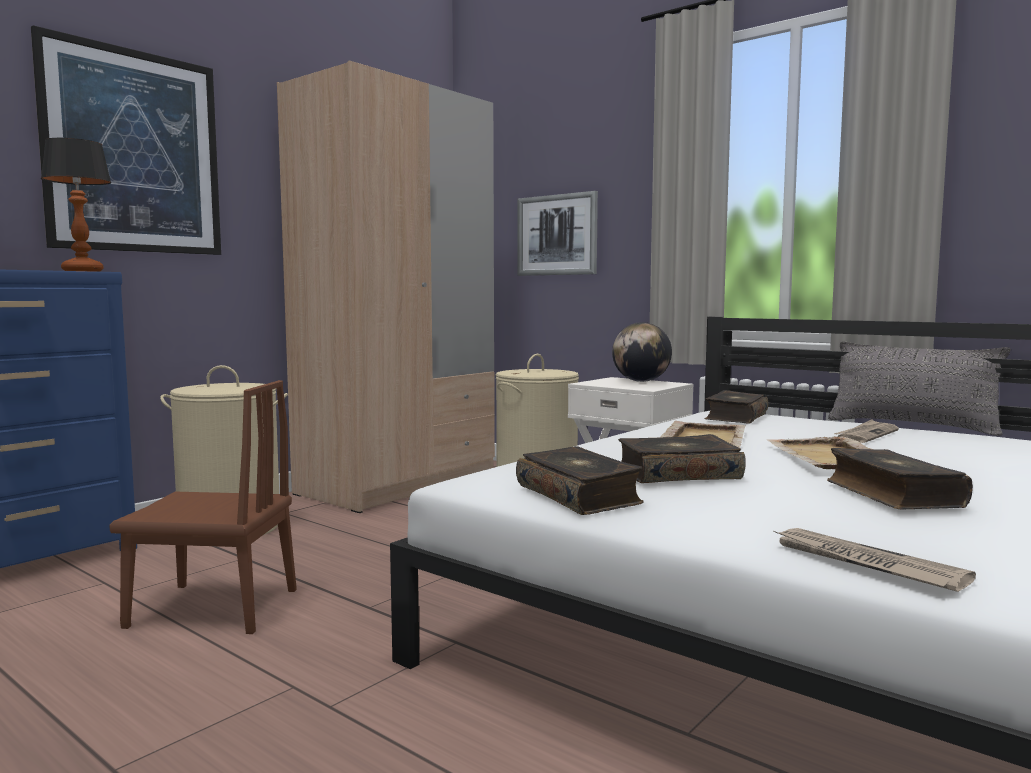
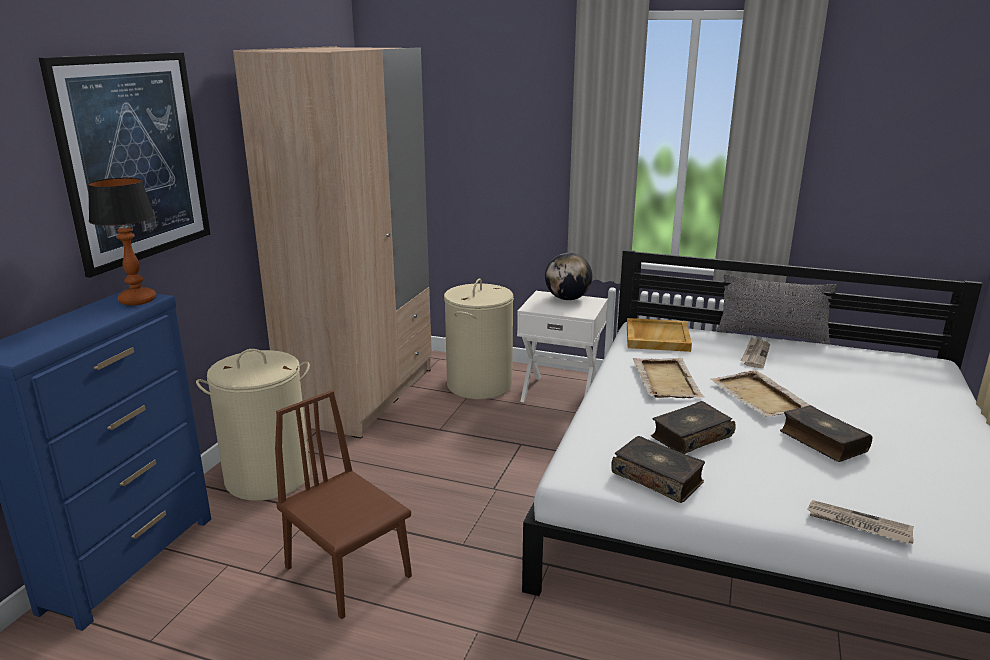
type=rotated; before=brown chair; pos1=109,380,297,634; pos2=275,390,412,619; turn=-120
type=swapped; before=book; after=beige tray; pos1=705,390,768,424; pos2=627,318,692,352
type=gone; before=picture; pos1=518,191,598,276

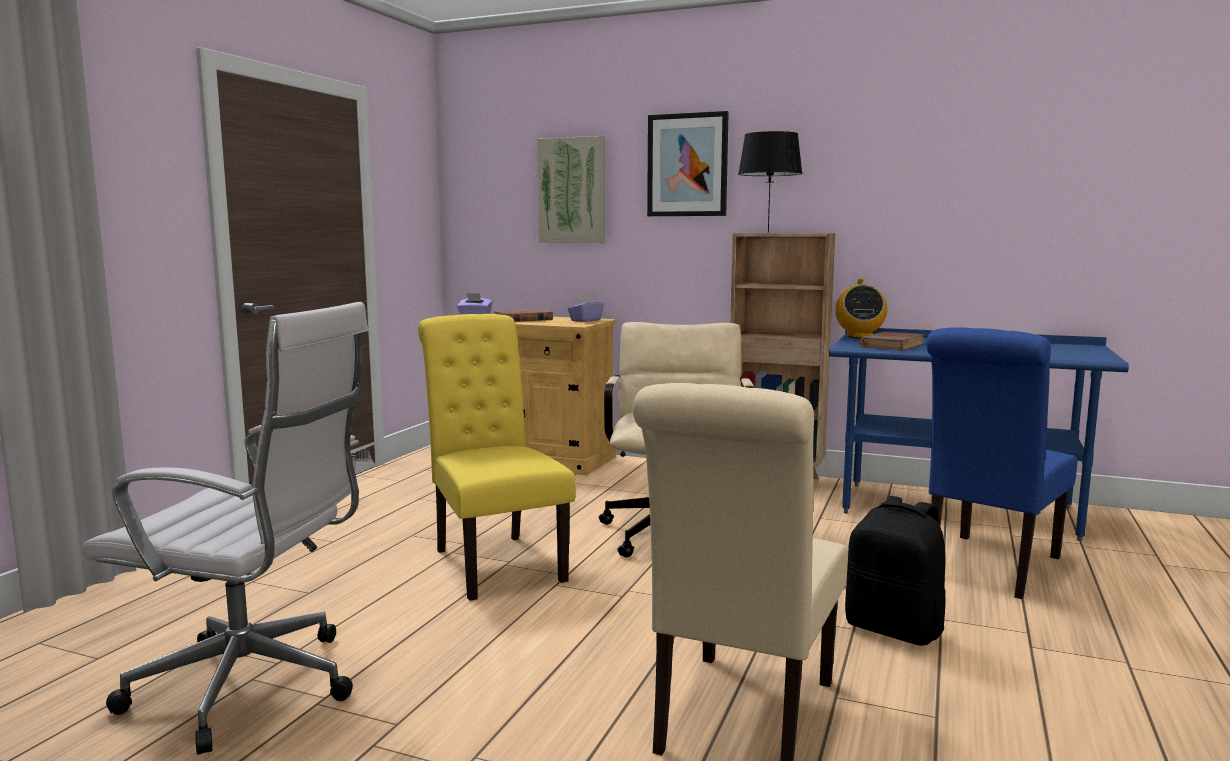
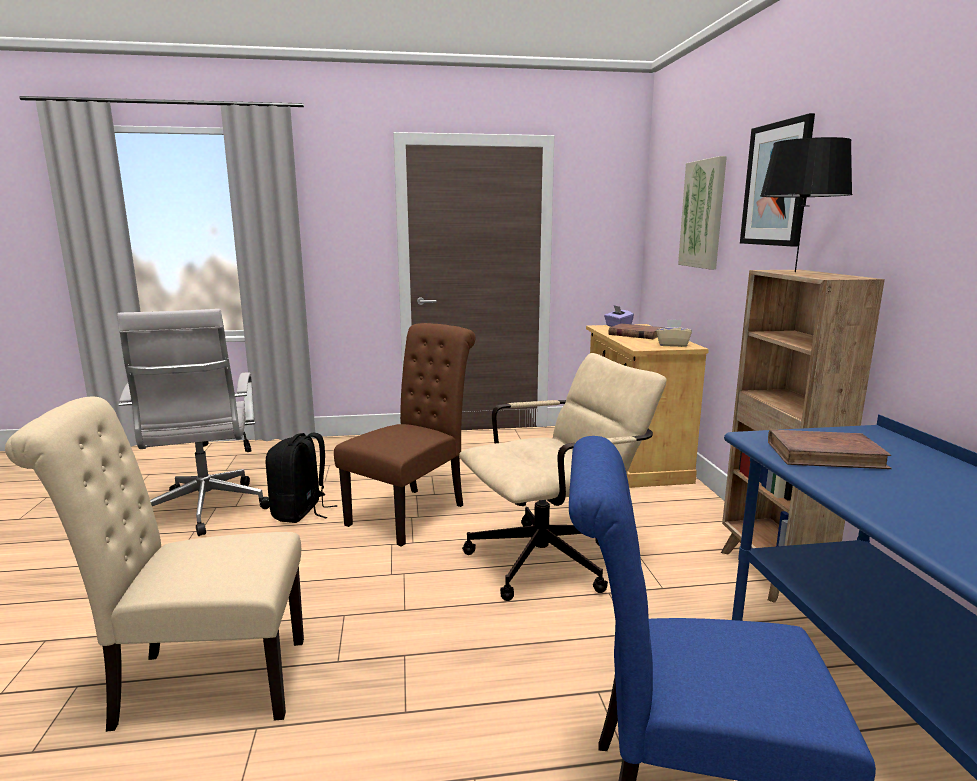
type=shifted; before=black backpack; pos1=845,496,946,646; pos2=266,433,338,523
type=repainted; before=yellow chair; after=brown chair; pos1=418,314,575,601; pos2=334,323,476,547
type=repainted; before=purple tissue box; after=beige tissue box; pos1=568,294,604,322; pos2=656,319,692,347
type=gone; before=radio; pos1=835,278,888,338

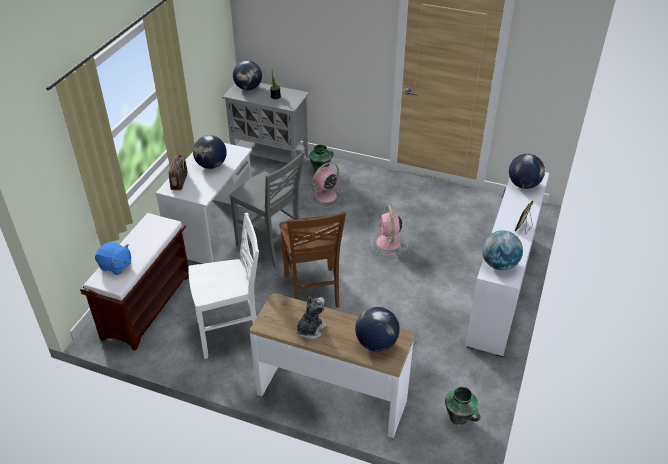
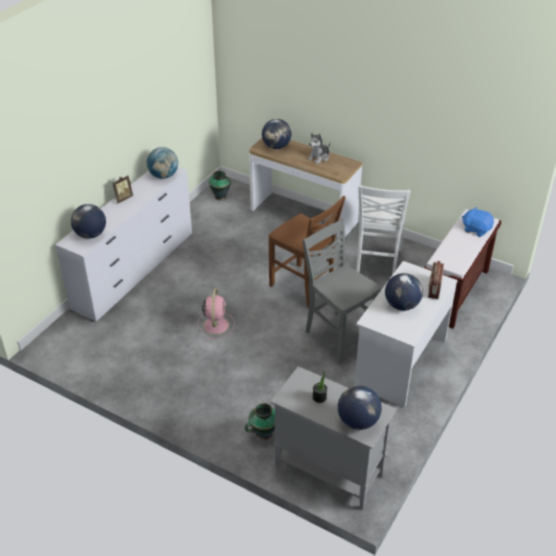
type=rotated; before=brown chair; pos1=279,211,346,308; pos2=268,195,346,308; turn=135
type=rotated; before=white chair; pos1=188,213,259,359; pos2=356,185,411,275; turn=-75
type=gone; before=pink fan; pos1=308,162,343,208

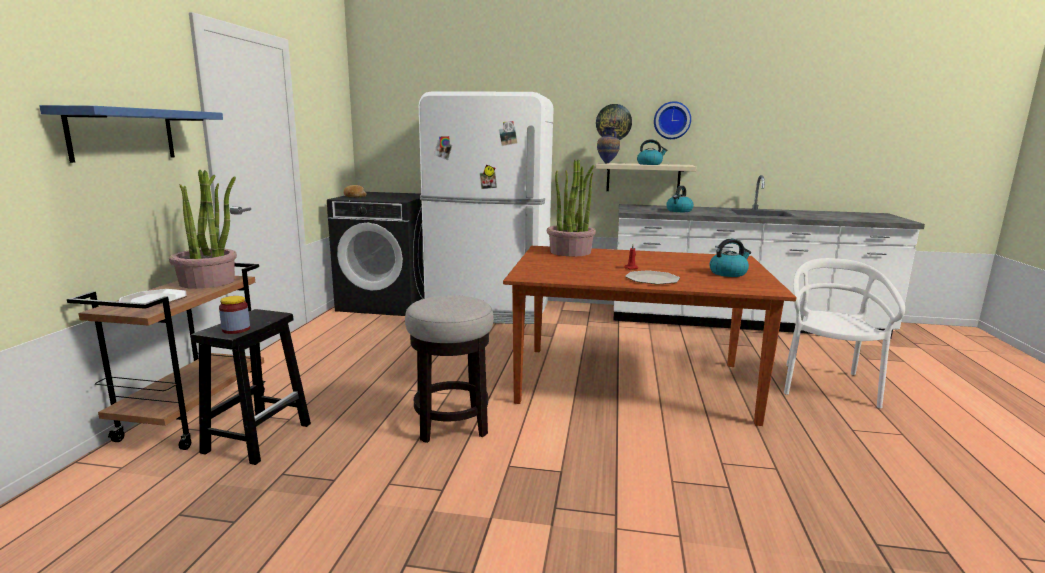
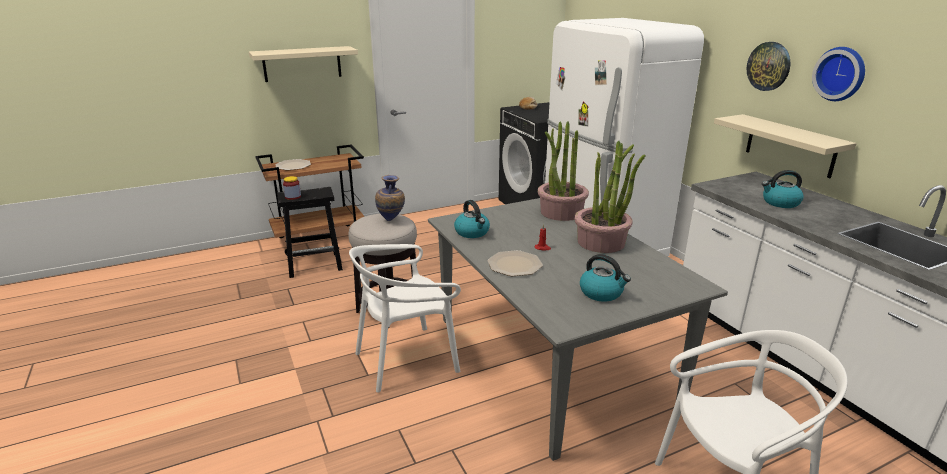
type=repainted; before=blue shelf; after=beige shelf; pos1=39,105,223,163; pos2=249,46,358,82
type=new; after=white chair; pos2=349,244,461,392
type=shifted; before=vase; pos1=597,126,620,163; pos2=375,175,405,221
type=repainted; before=brown dining table; after=grey dining table; pos1=503,246,797,426; pos2=428,198,728,461
type=shifted; before=kettle; pos1=637,139,667,165; pos2=454,200,490,238
type=shifted; before=potted plant; pos1=169,170,237,289; pos2=574,140,645,253

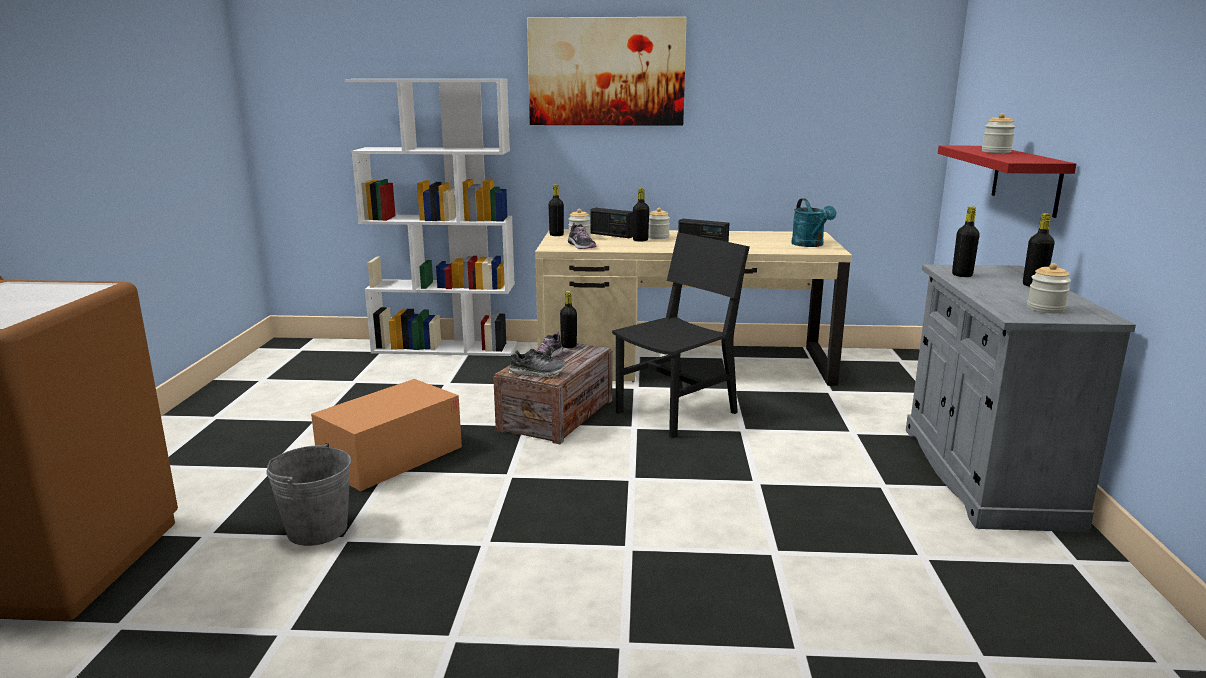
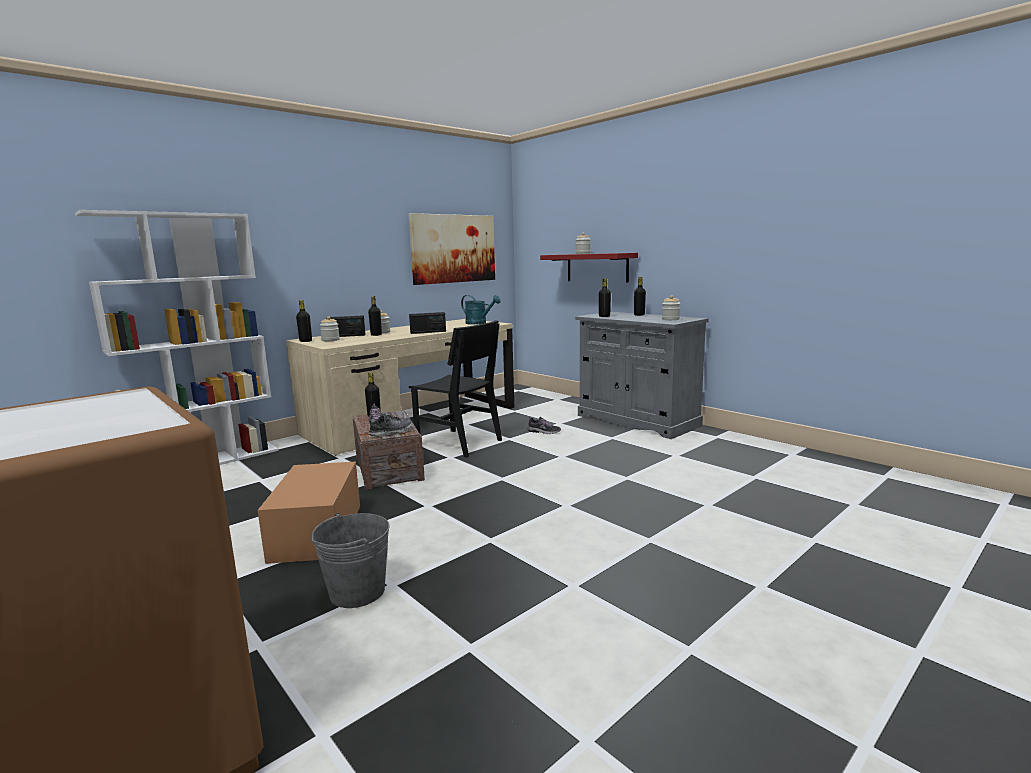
type=shifted; before=picture; pos1=527,17,687,126; pos2=408,213,495,285
type=rotated; before=black chair; pos1=612,233,750,438; pos2=409,320,502,458; turn=120
type=shifted; before=shoe; pos1=568,222,596,249; pos2=527,417,561,434

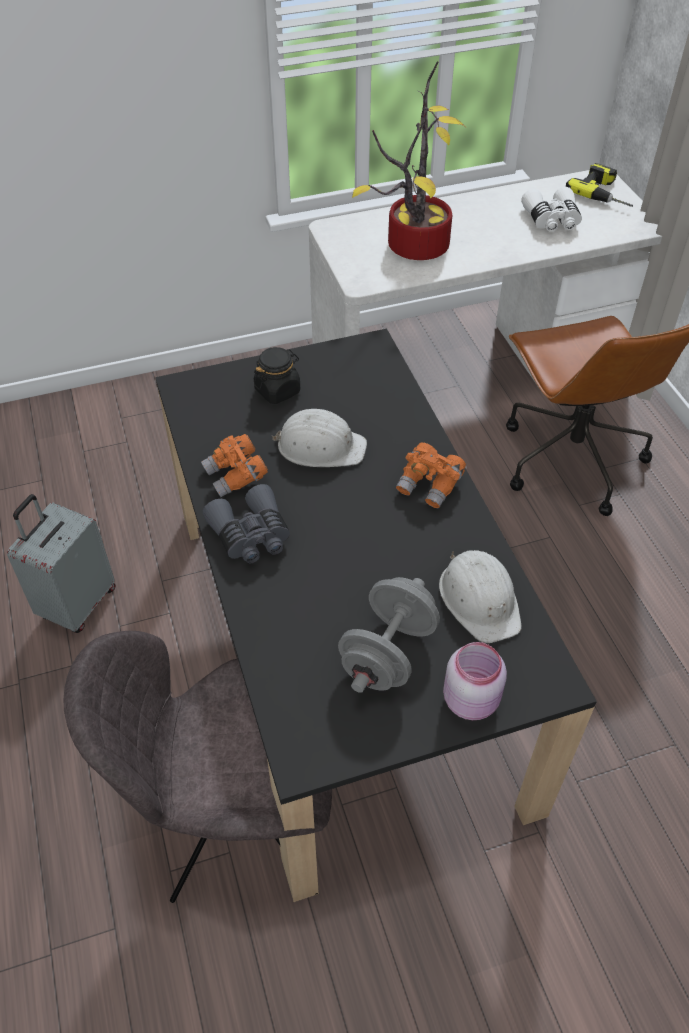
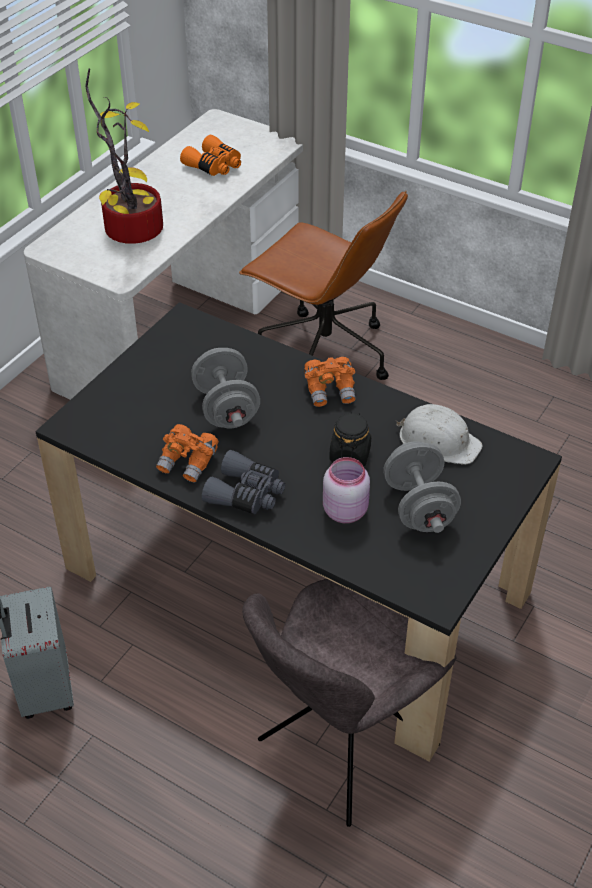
type=repainted; before=white binoculars; after=orange binoculars; pos1=521,187,582,232; pos2=180,135,241,176
type=swapped; before=white hard hat; after=grey dumbbell; pos1=272,409,367,467; pos2=191,348,260,428
type=shifted; before=pink jar; pos1=443,642,507,720; pos2=323,457,370,523
type=shifted; before=black jar; pos1=254,347,300,404; pos2=329,412,371,467
type=gone; before=power drill; pos1=566,163,633,207

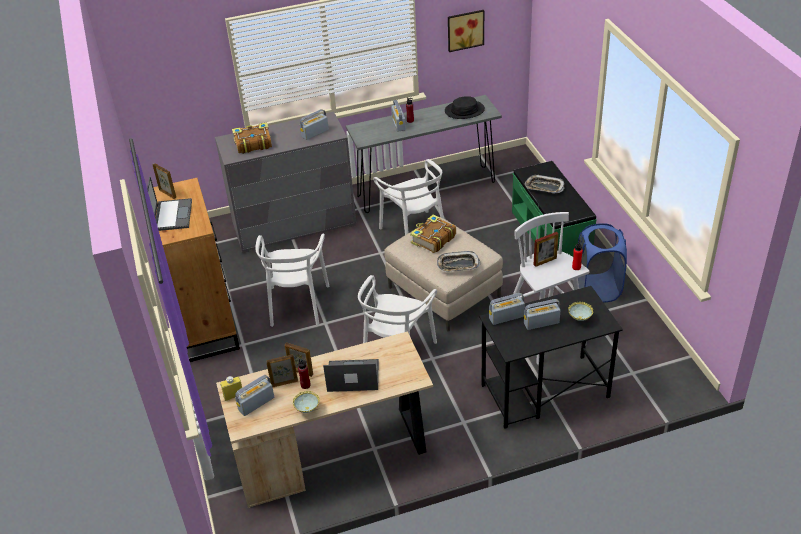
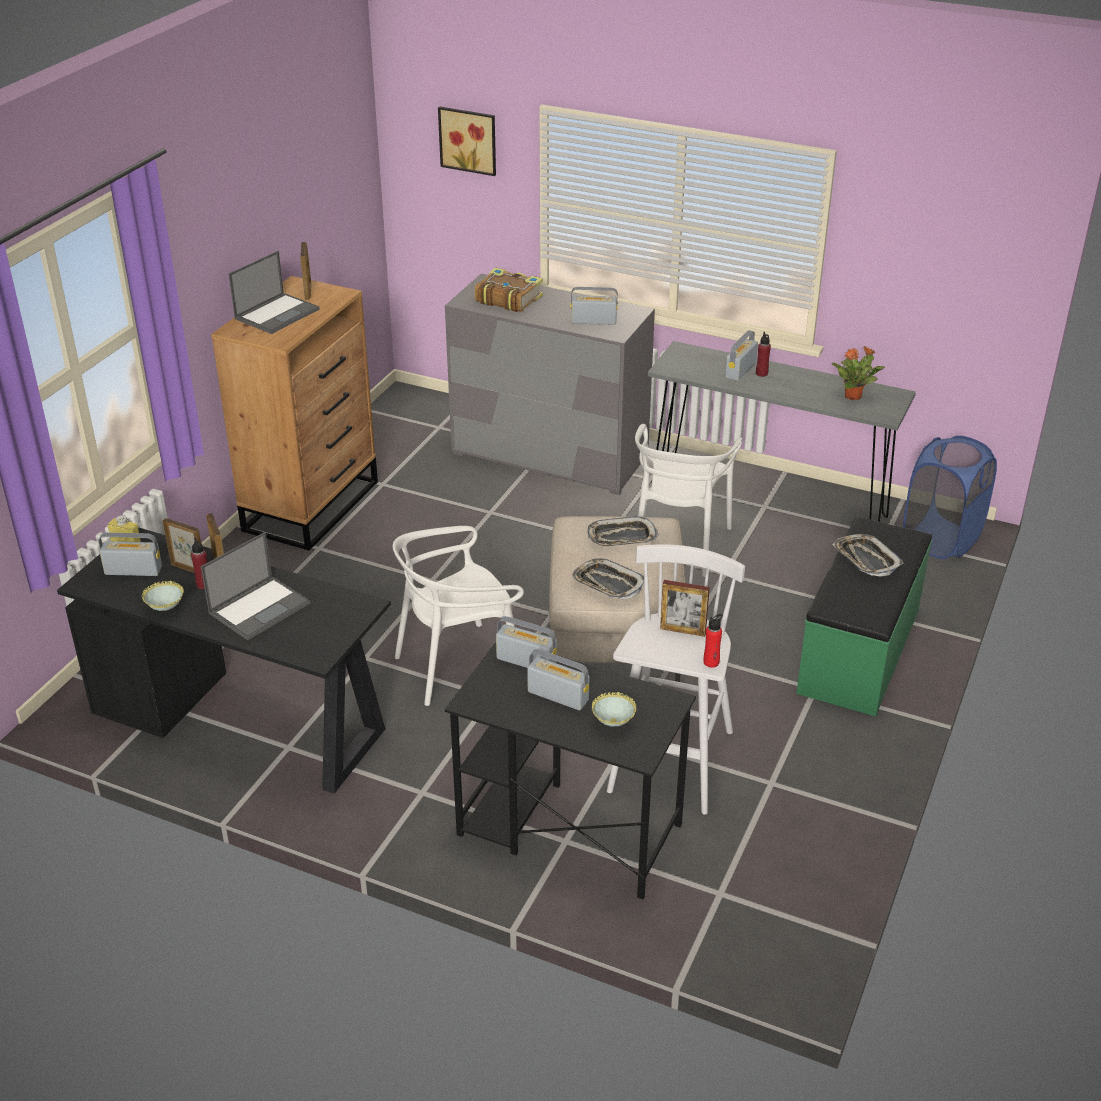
type=repainted; before=beige desk; after=black desk; pos1=216,331,433,508; pos2=57,527,391,793
type=rotated; before=laptop; pos1=323,359,379,392; pos2=201,532,310,640; turn=90
type=shifted; before=picture; pos1=448,10,484,52; pos2=438,107,496,176
type=swapped; before=book; after=tray; pos1=410,215,456,253; pos2=588,516,659,547
type=swapped; before=black hat; after=potted plant; pos1=445,96,485,119; pos2=832,346,885,400
type=shifted; before=blue laundry basket; pos1=578,223,627,303; pos2=903,436,997,559
type=gone; before=white chair; pos1=256,233,329,327

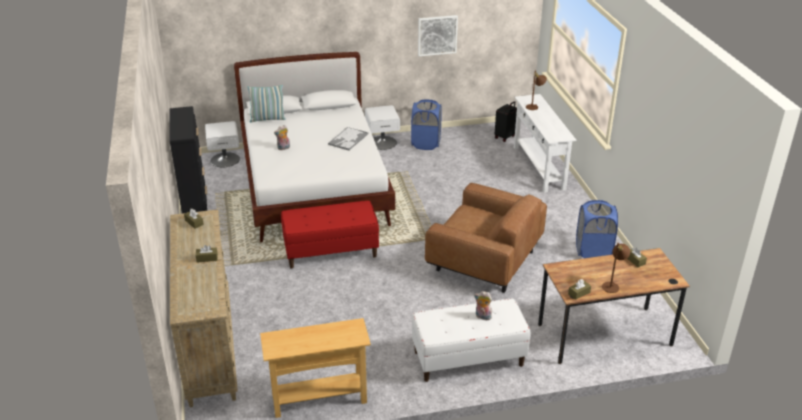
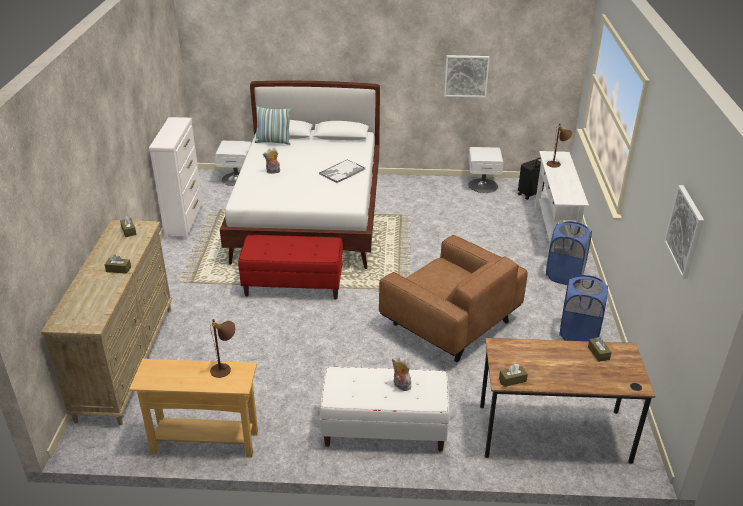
type=repainted; before=black dresser; after=white dresser; pos1=169,106,207,214; pos2=149,117,203,240
type=shifted; before=brown table lamp; pos1=602,243,630,293; pos2=210,319,235,378
type=shifted; before=white nightstand; pos1=365,105,400,150; pos2=468,147,503,193
type=shifted; before=blue laundry basket; pos1=411,99,442,150; pos2=546,221,592,285
type=new; after=picture; pos2=664,185,704,279

